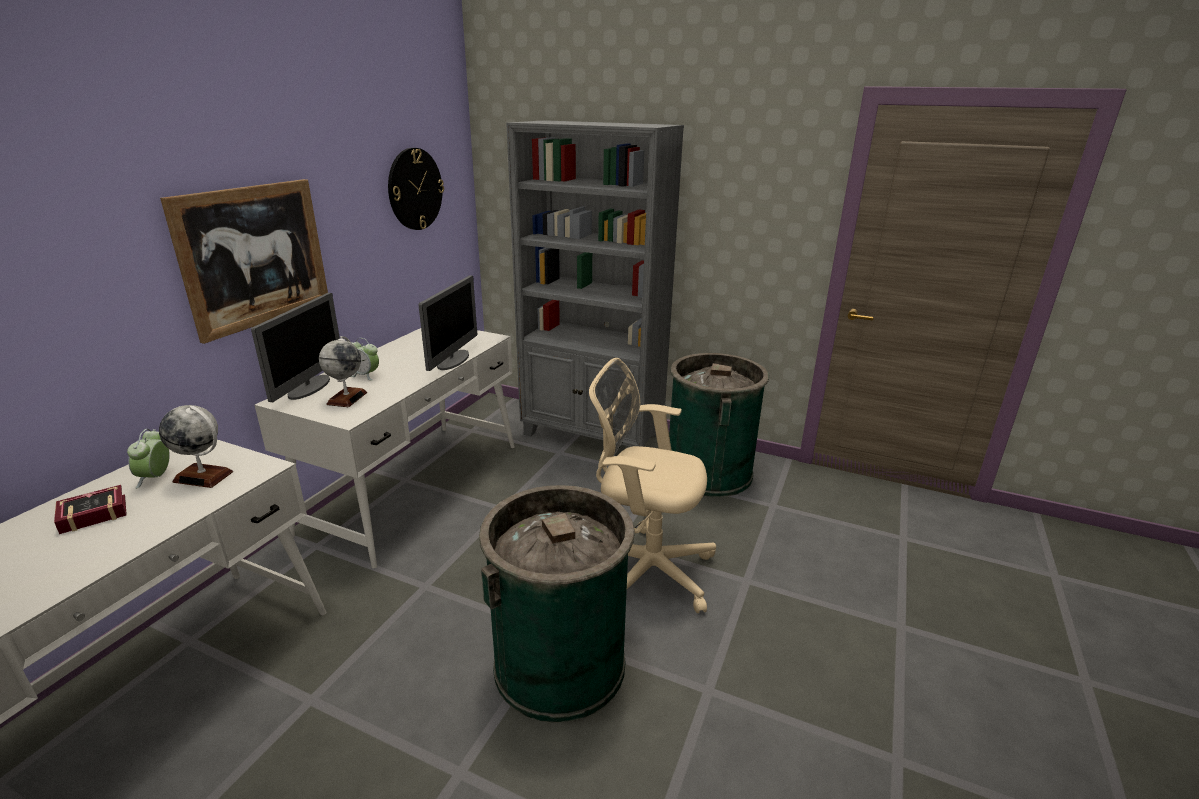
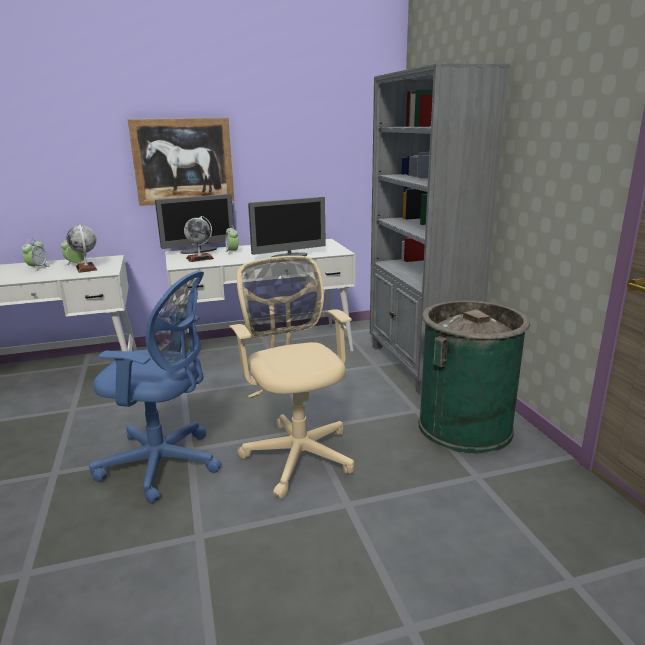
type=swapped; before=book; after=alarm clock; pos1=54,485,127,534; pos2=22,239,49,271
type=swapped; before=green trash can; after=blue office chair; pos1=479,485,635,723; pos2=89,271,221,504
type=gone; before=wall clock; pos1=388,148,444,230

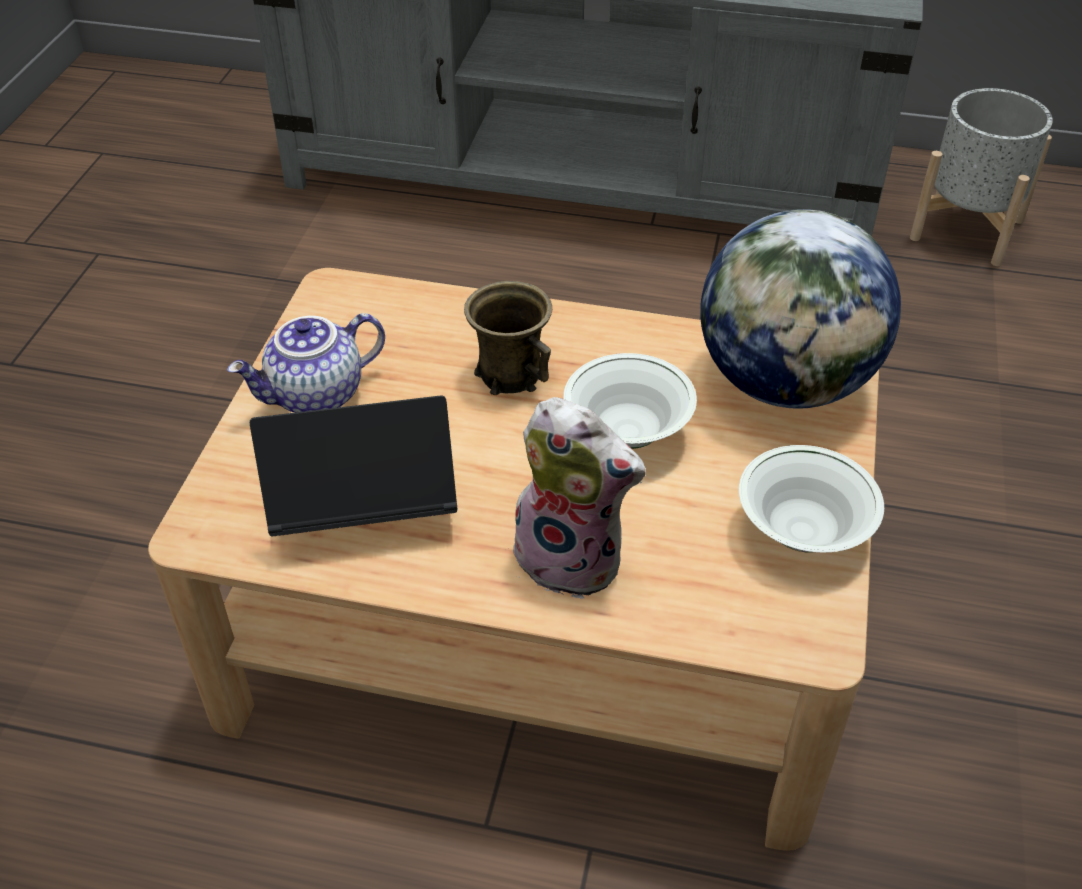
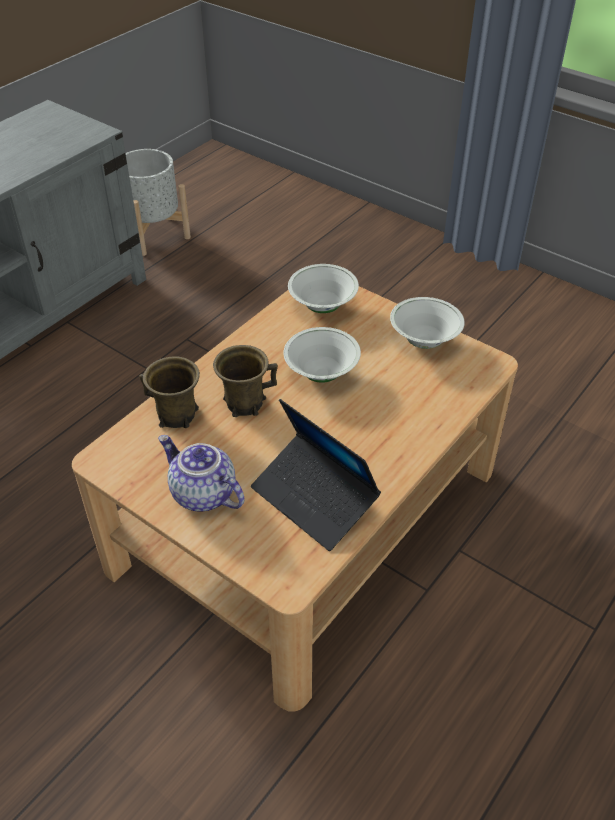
type=new; after=brown mug; pos2=139,356,200,428
type=rotated; before=teapot; pos1=227,313,385,413; pos2=158,435,244,511; turn=135
type=rotated; before=laptop; pos1=250,395,457,536; pos2=251,399,381,551; turn=-60
type=swapped; before=globe; after=white bowl; pos1=700,209,901,409; pos2=288,264,359,313
type=gone; before=plush toy; pos1=507,397,646,599

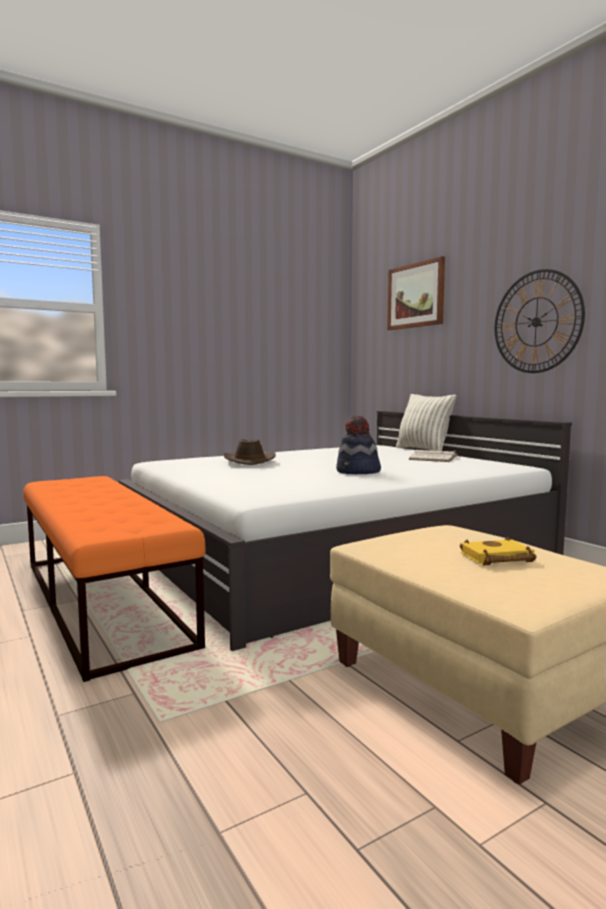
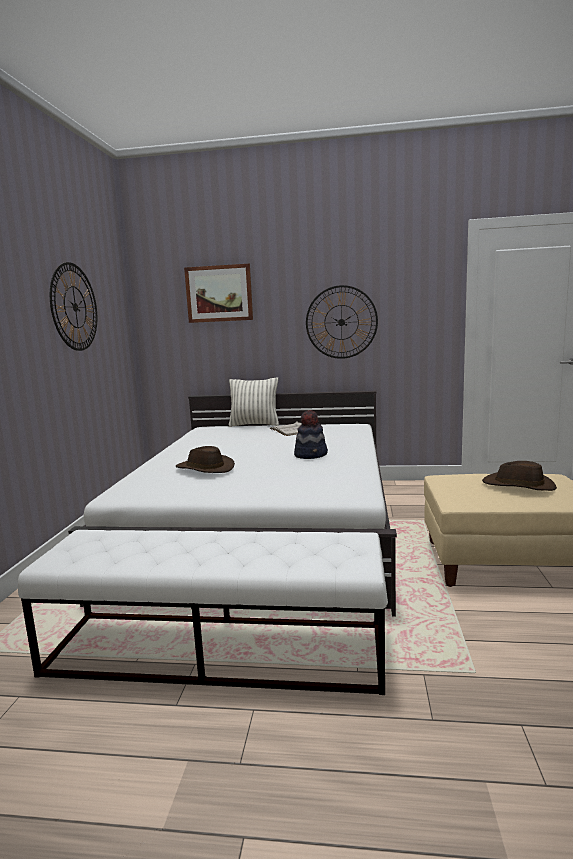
type=repainted; before=orange bench; after=white bench; pos1=23,476,206,682; pos2=18,530,388,695
type=new; after=wall clock; pos2=50,262,97,351
type=swapped; before=yellow book; after=brown hat; pos1=460,537,537,565; pos2=482,461,557,491

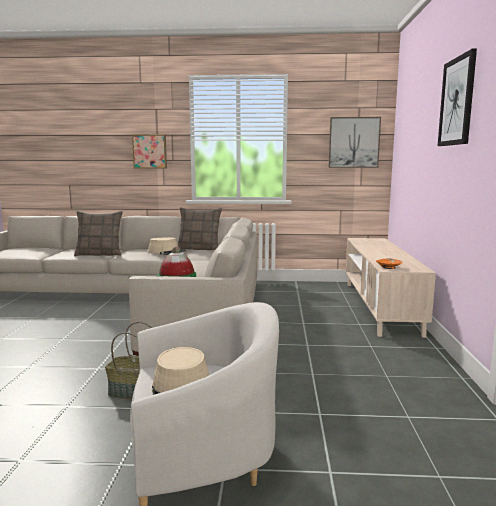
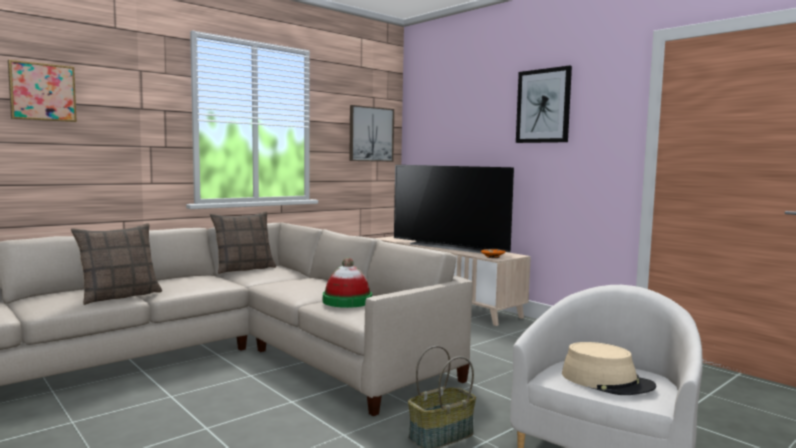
type=shifted; before=picture; pos1=132,135,167,169; pos2=8,60,77,122
type=new; after=television; pos2=394,165,514,254
type=gone; before=beige hat; pos1=148,237,186,255

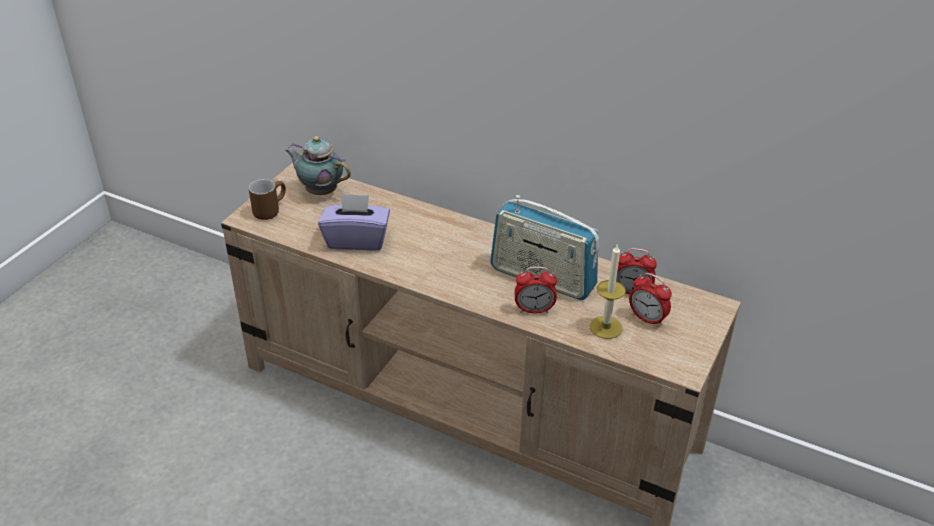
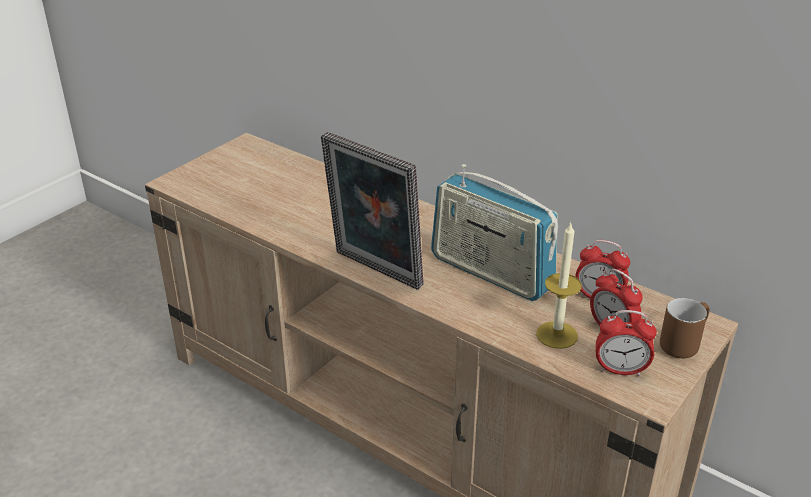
type=new; after=picture frame; pos2=321,132,424,290
type=shifted; before=alarm clock; pos1=515,266,557,314; pos2=596,310,657,376
type=shifted; before=brown mug; pos1=249,179,286,220; pos2=660,298,710,359
type=gone; before=teapot; pos1=285,136,351,195
type=gone; before=purple tissue box; pos1=318,193,390,251

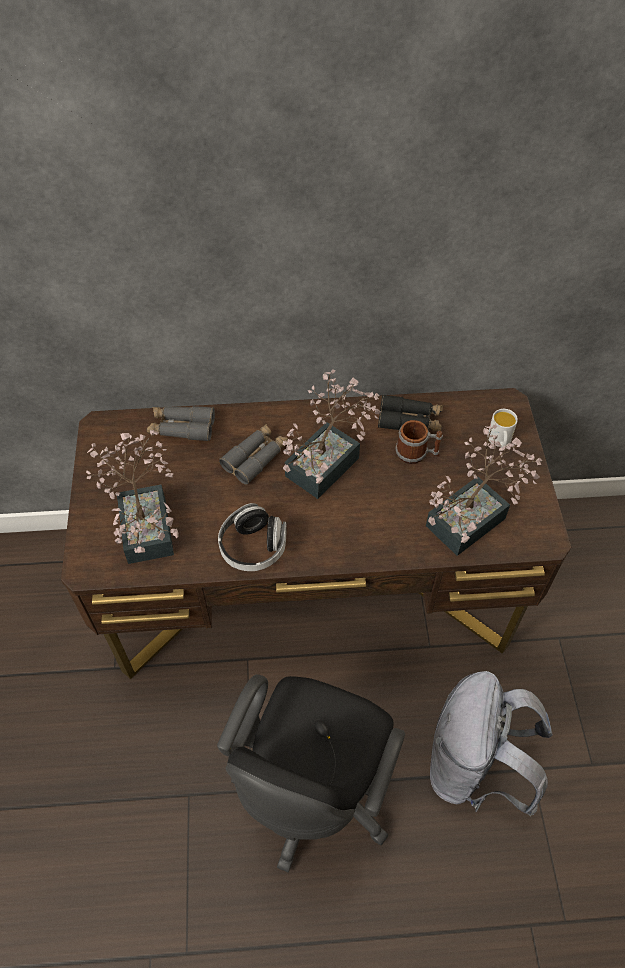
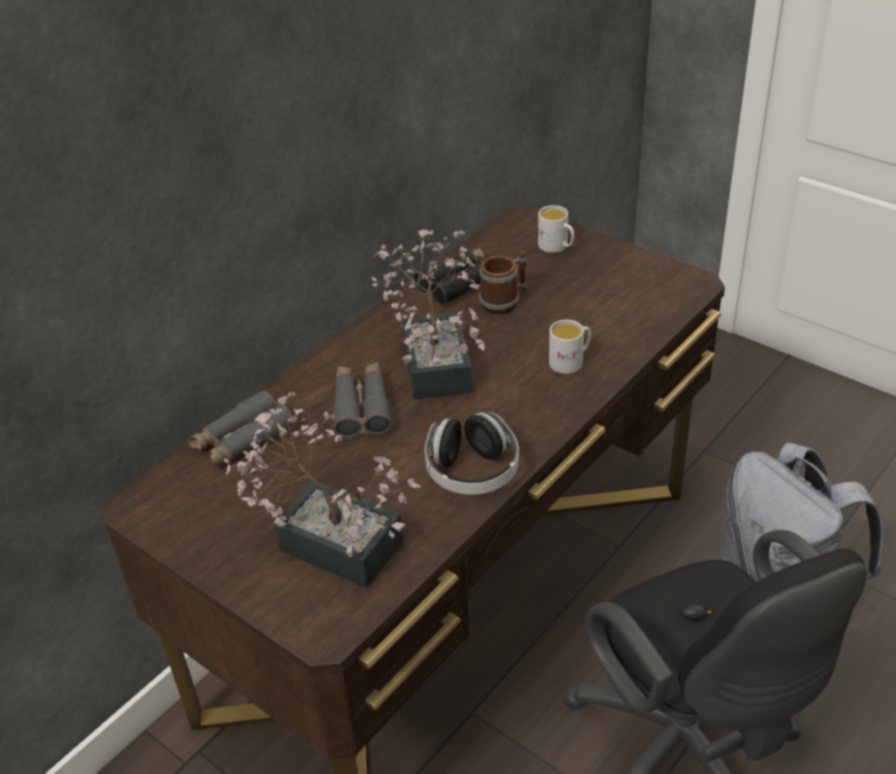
type=new; after=white mug; pos2=549,320,591,374
type=gone; before=potted plant; pos1=426,425,542,556

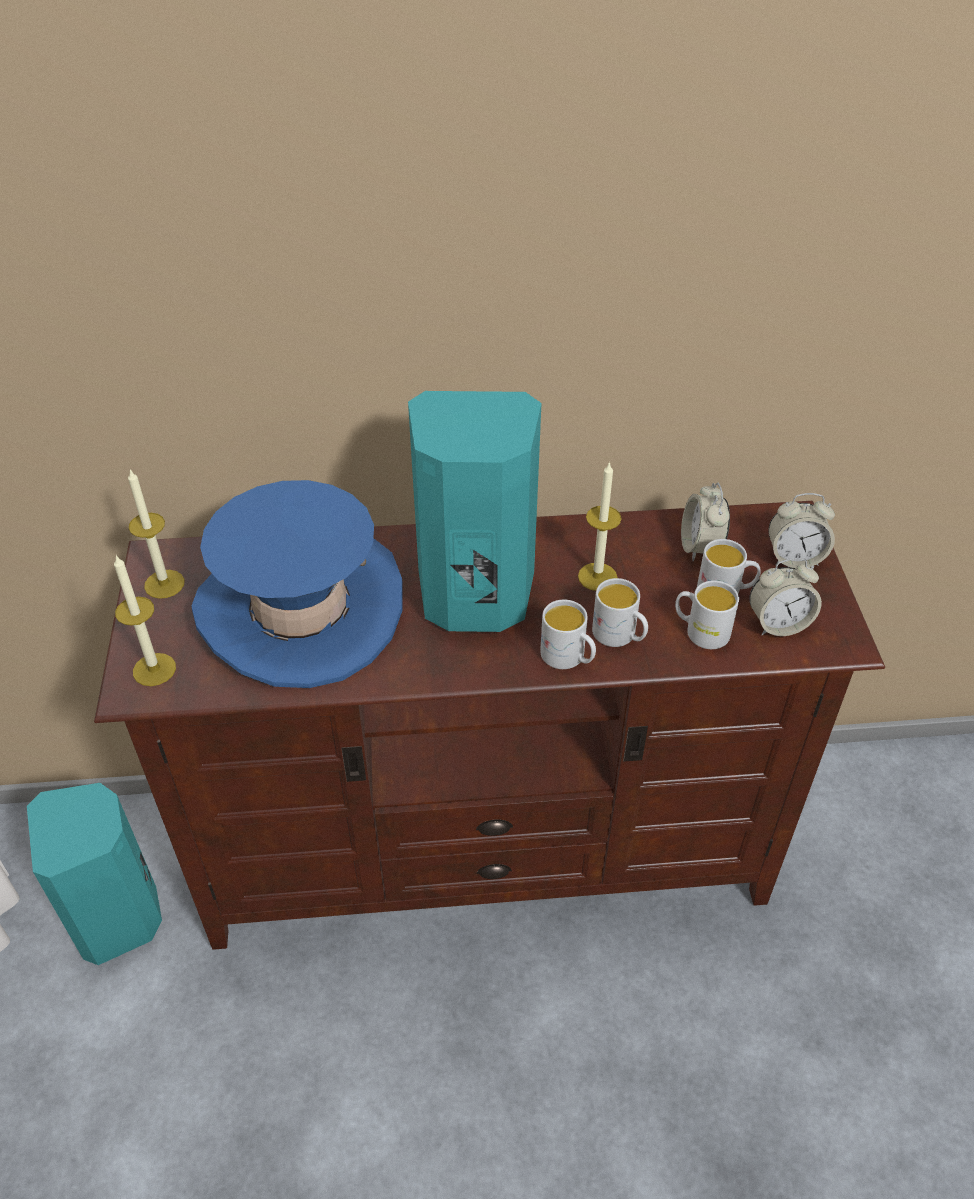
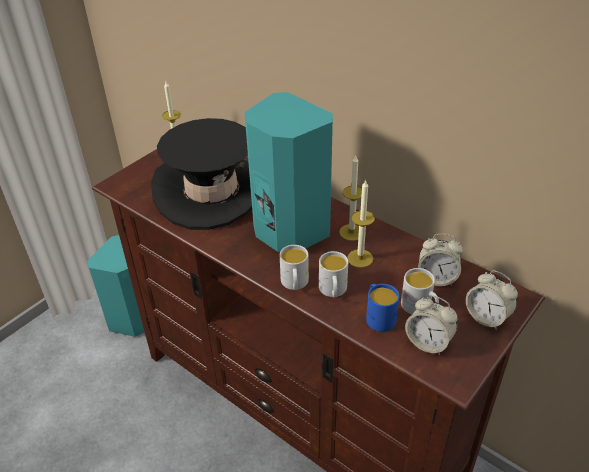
type=repainted; before=blue hat; after=black hat; pos1=191,480,403,688; pos2=151,118,252,230
type=shifted; before=candle; pos1=114,555,176,686; pos2=339,156,362,241
type=repainted; before=white mug; after=blue mug; pos1=675,580,739,649; pos2=366,284,400,332
type=rotated; before=alarm clock; pos1=681,482,730,561; pos2=418,234,463,286; turn=-120

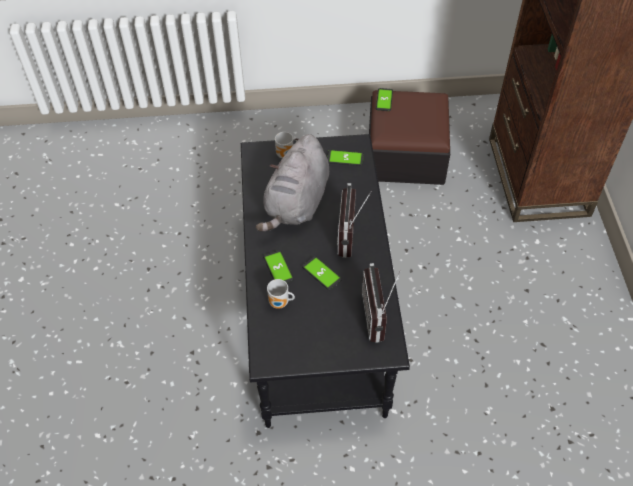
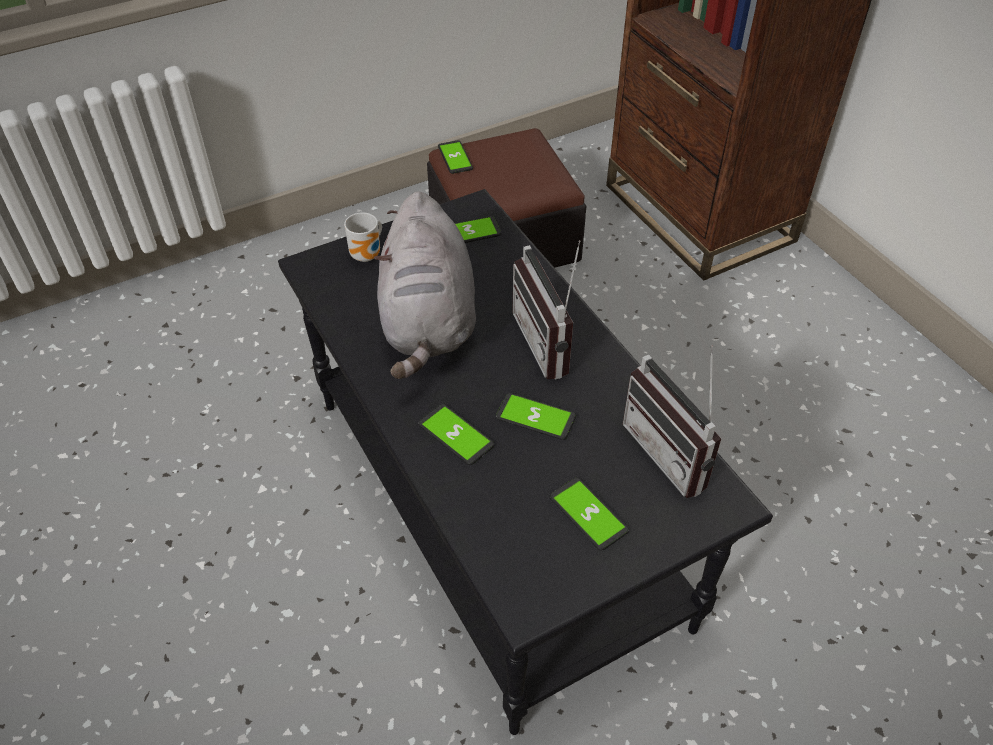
type=new; after=phone; pos2=549,478,629,551
type=gone; before=mug; pos1=267,279,295,309

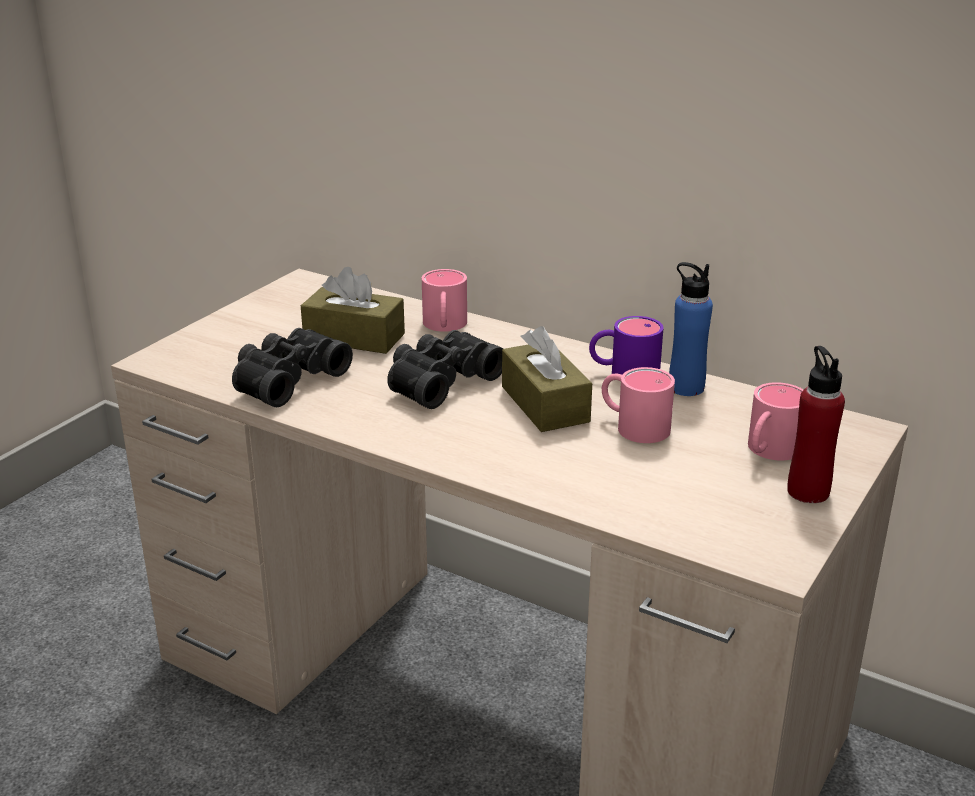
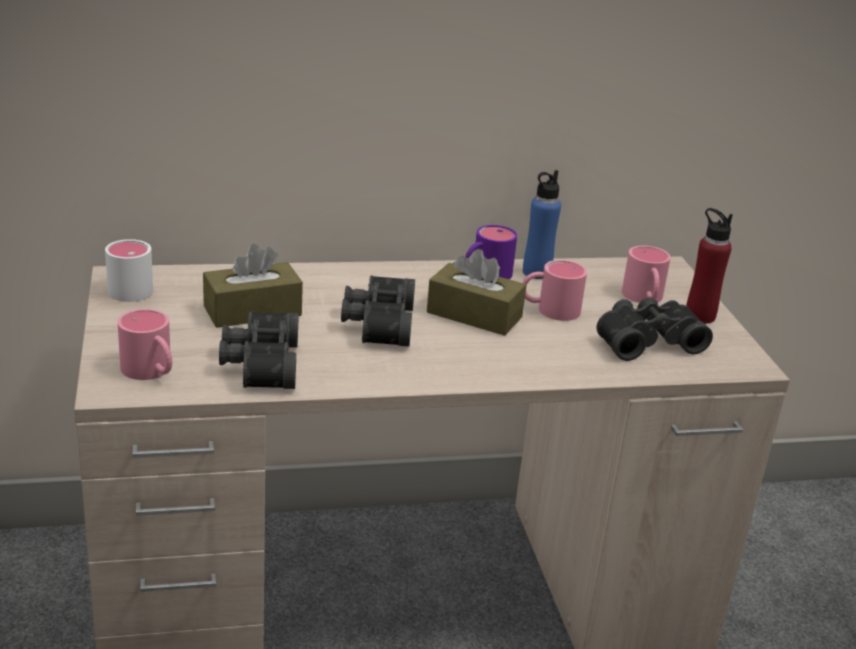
type=new; after=white mug; pos2=105,239,153,302
type=shifted; before=pink mug; pos1=422,269,467,332; pos2=118,309,172,380
type=new; after=black binoculars; pos2=596,297,713,361

